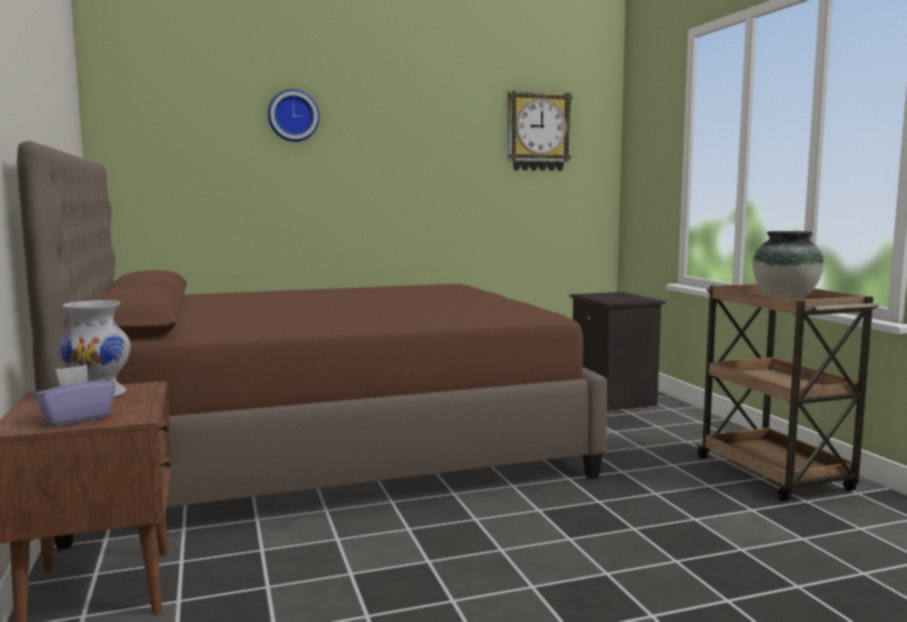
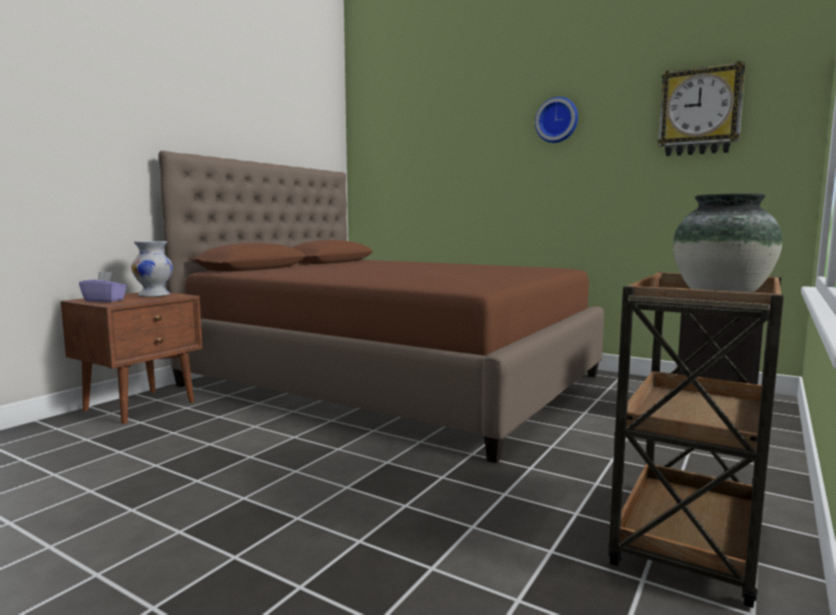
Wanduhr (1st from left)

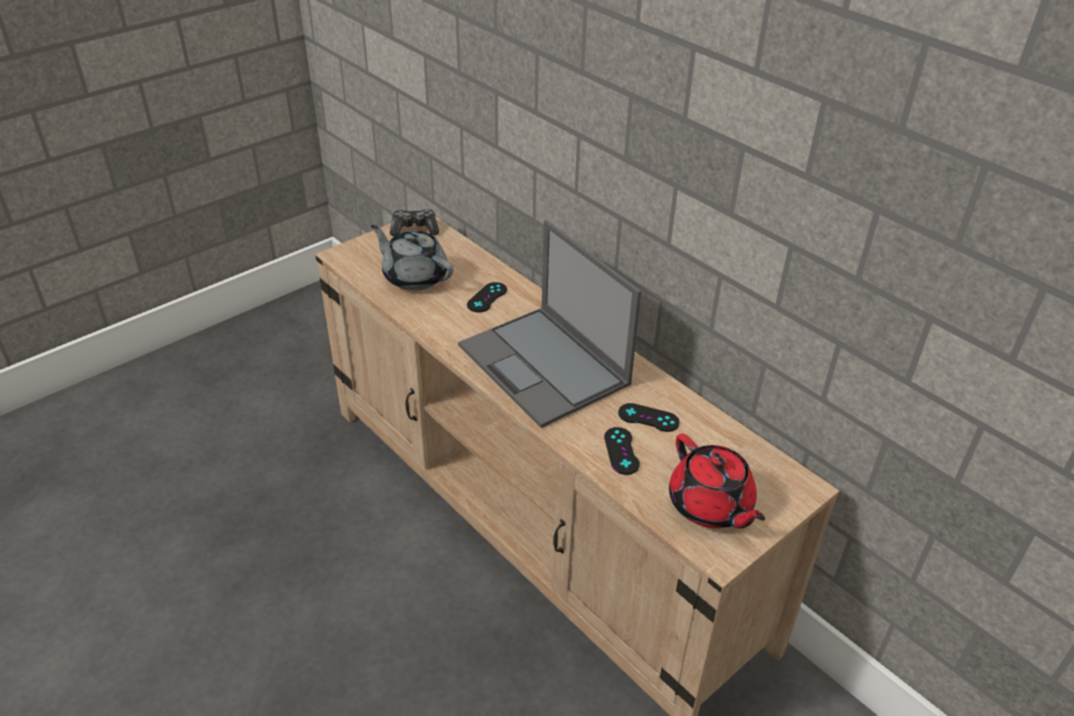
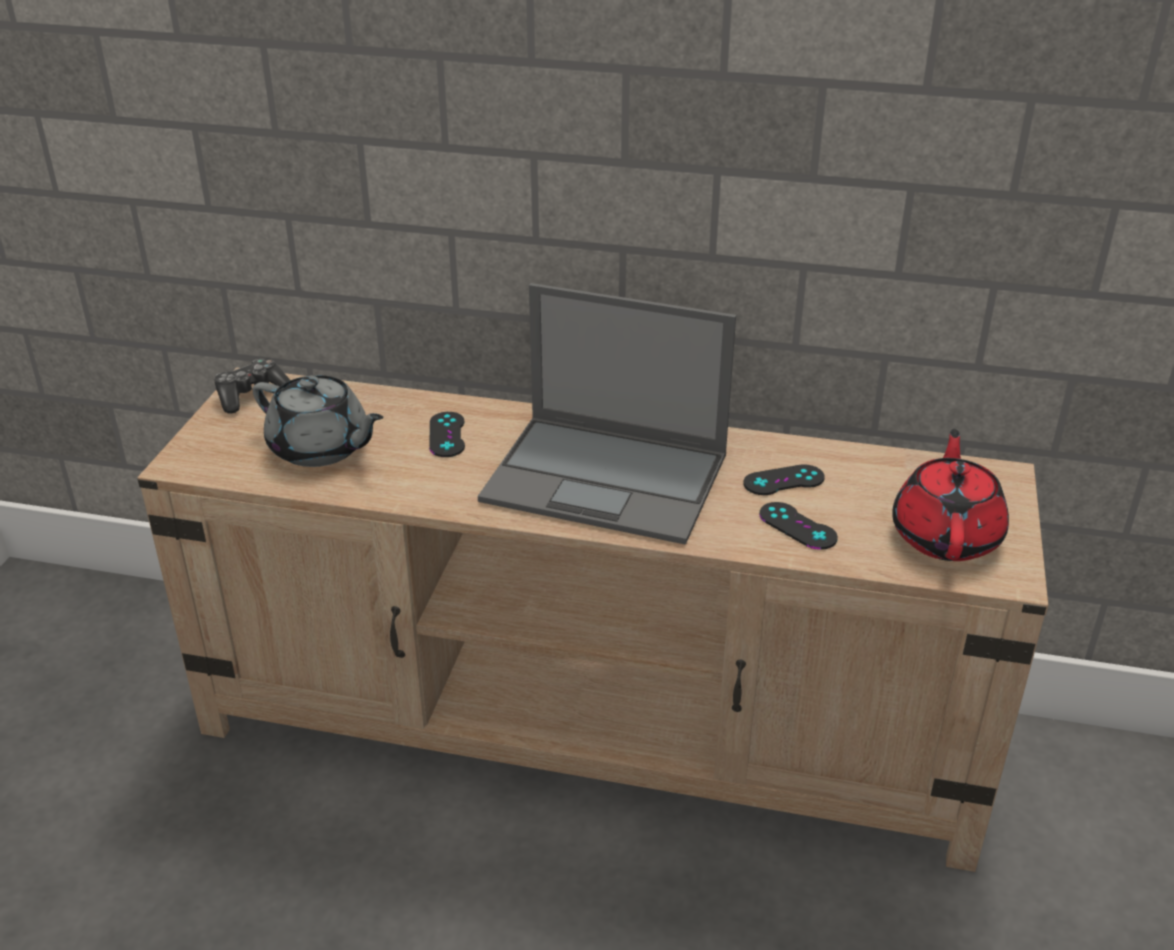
Teekanne (grau)
Teekanne (rot)

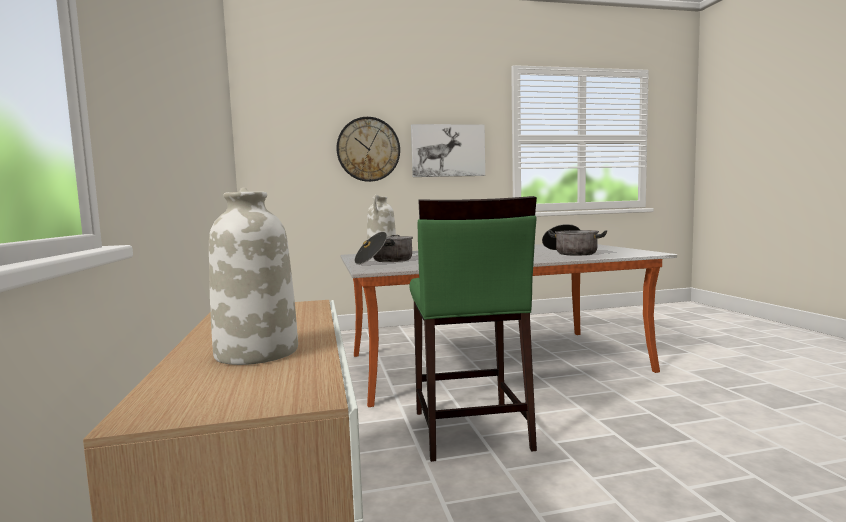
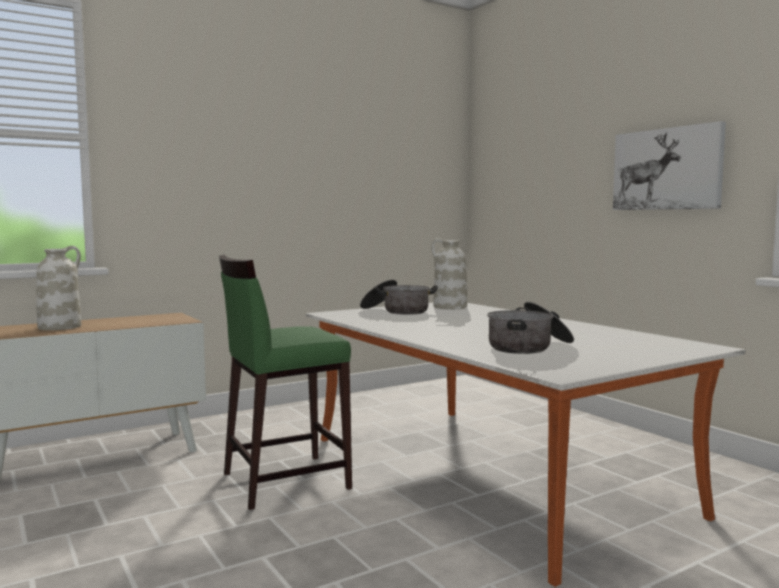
Wanduhr

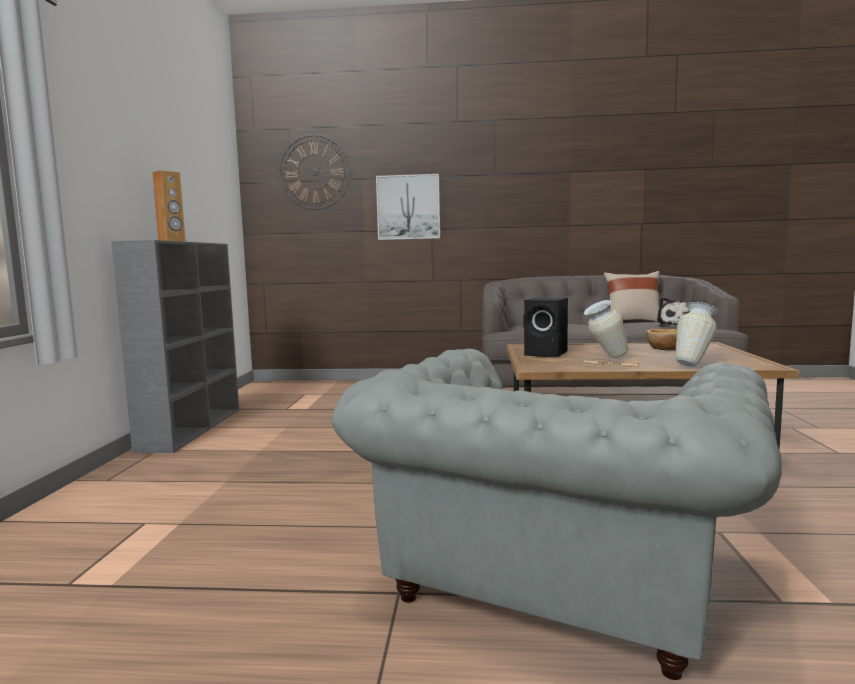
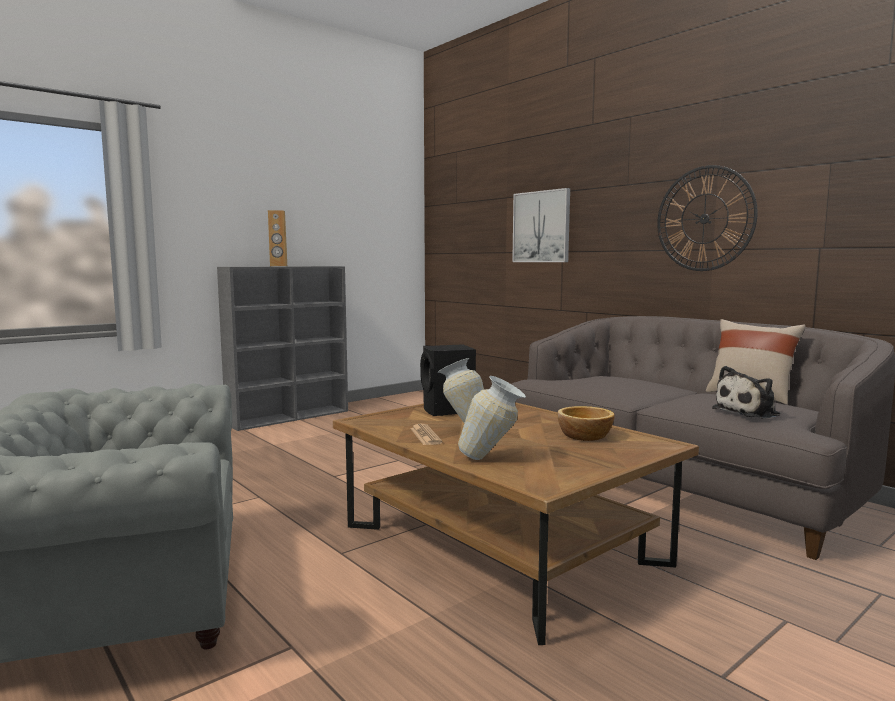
Wanduhr

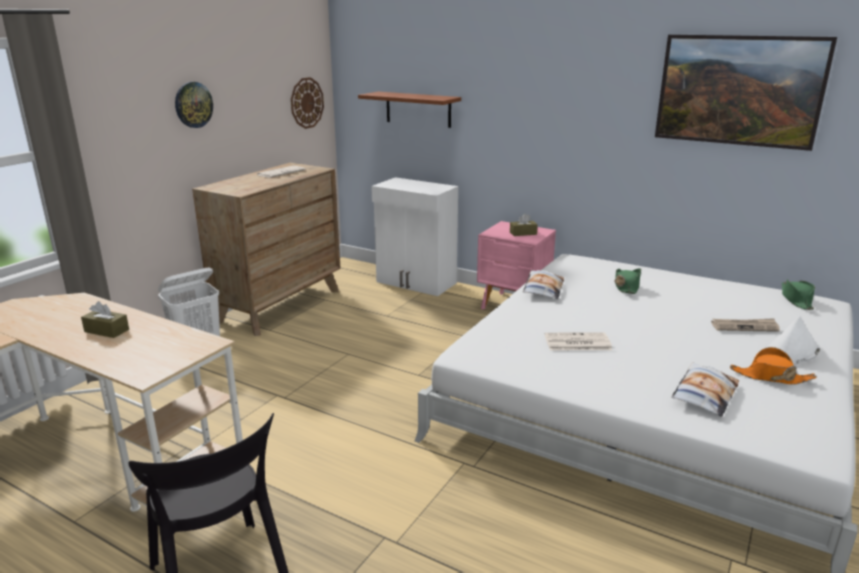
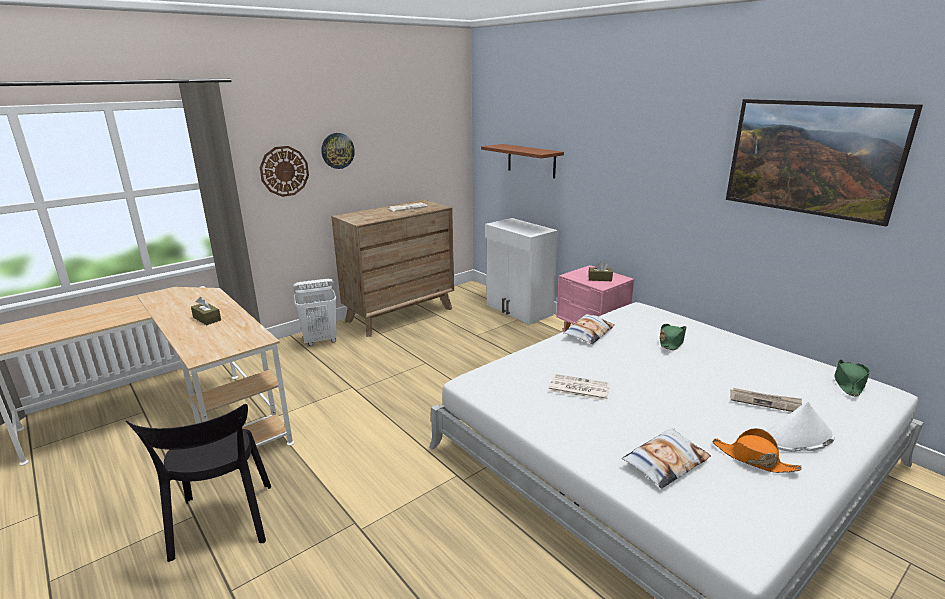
Wanduhr (1st from left)

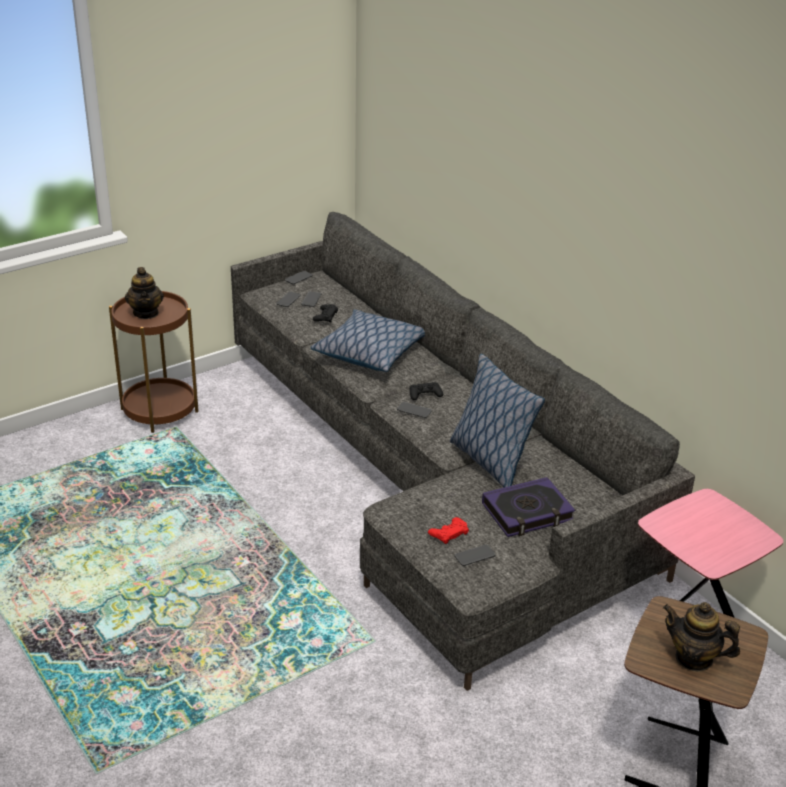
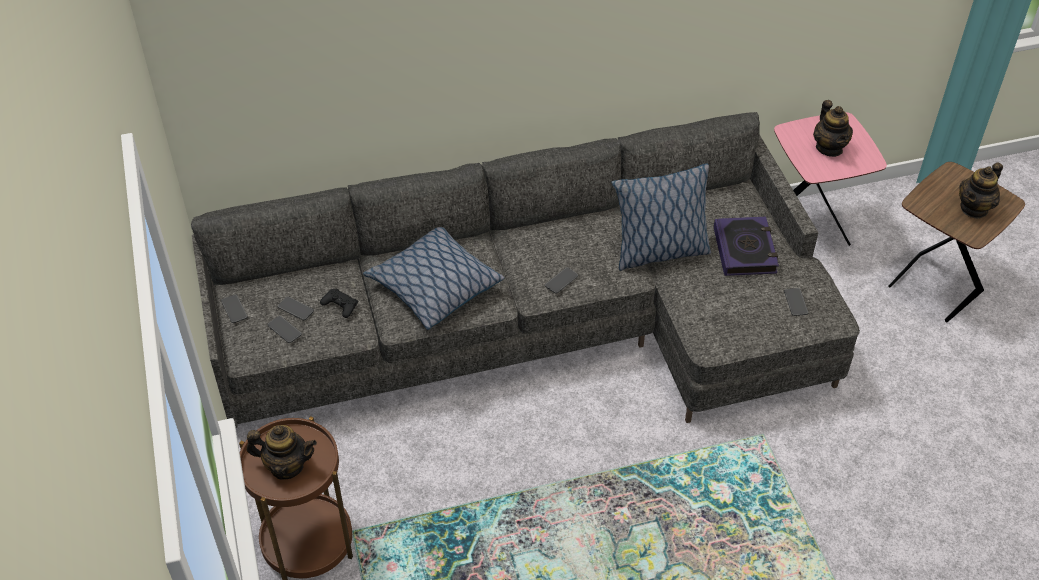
Teekanne (2nd from left)
Gamepad (schwarz) (2nd from left in the first image)
Gamepad (rot)

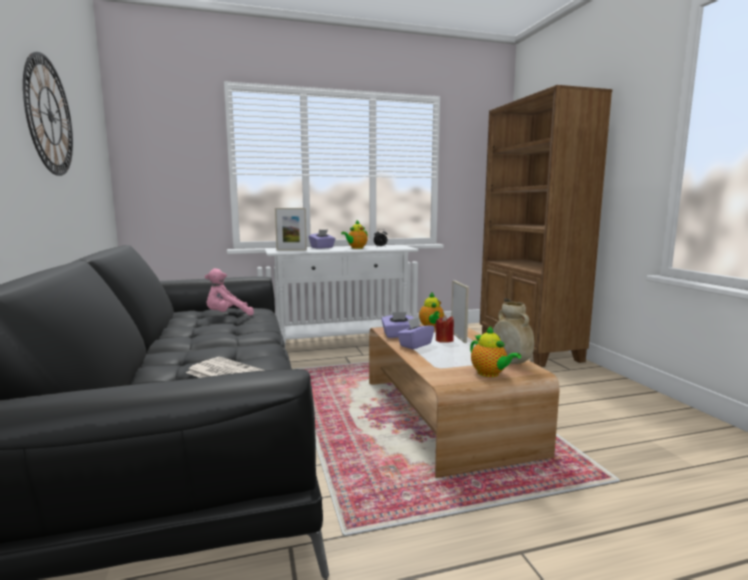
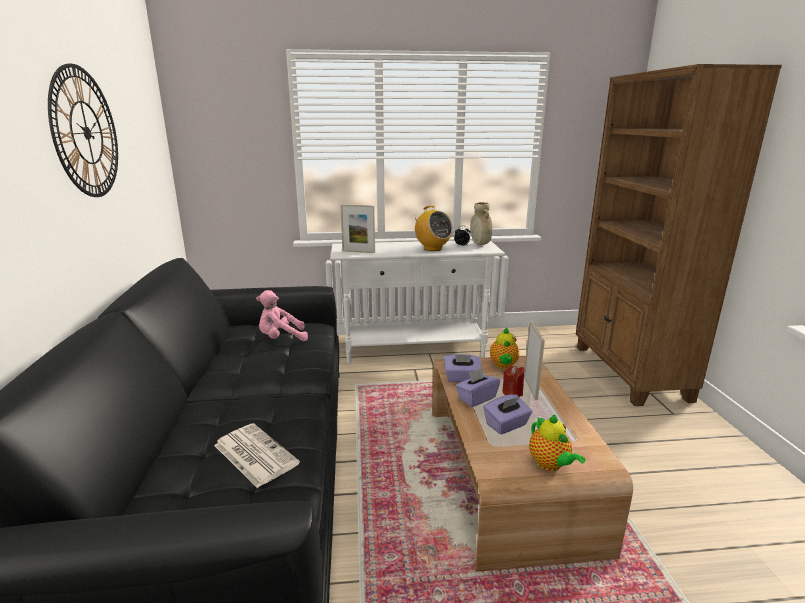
Radio
Vase (beige)
Taschentuchbox (lila) (3rd from left)

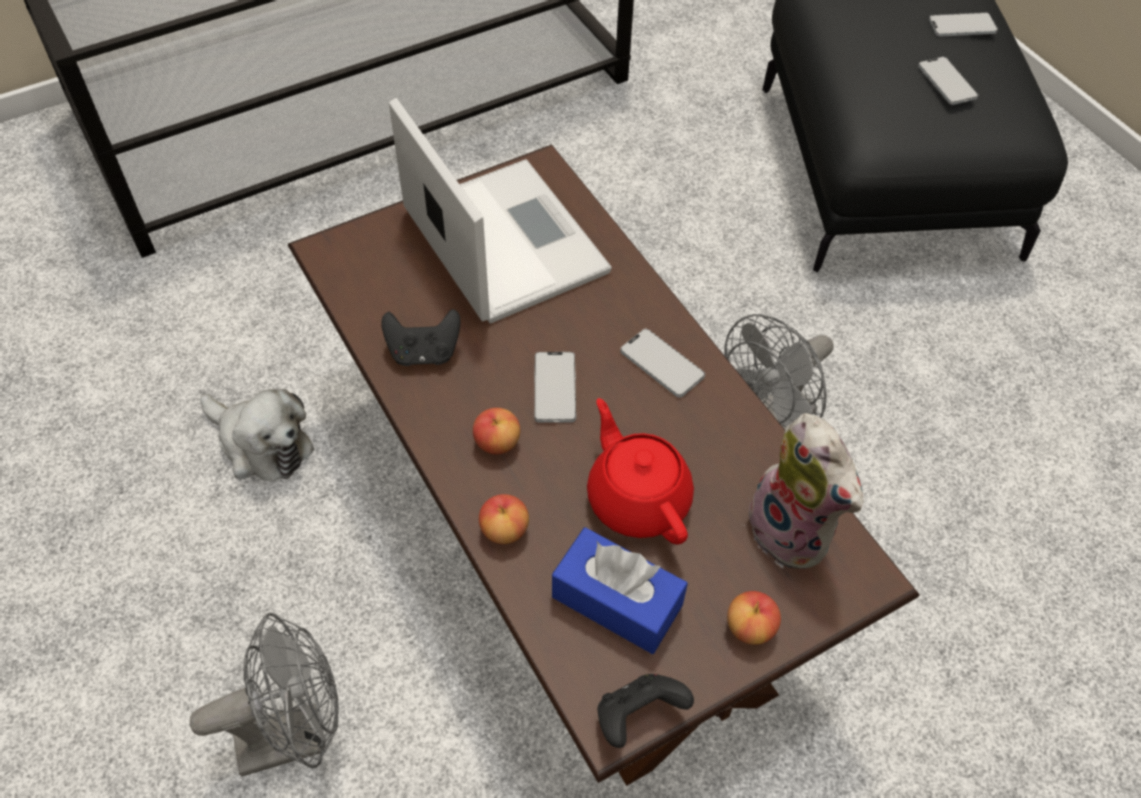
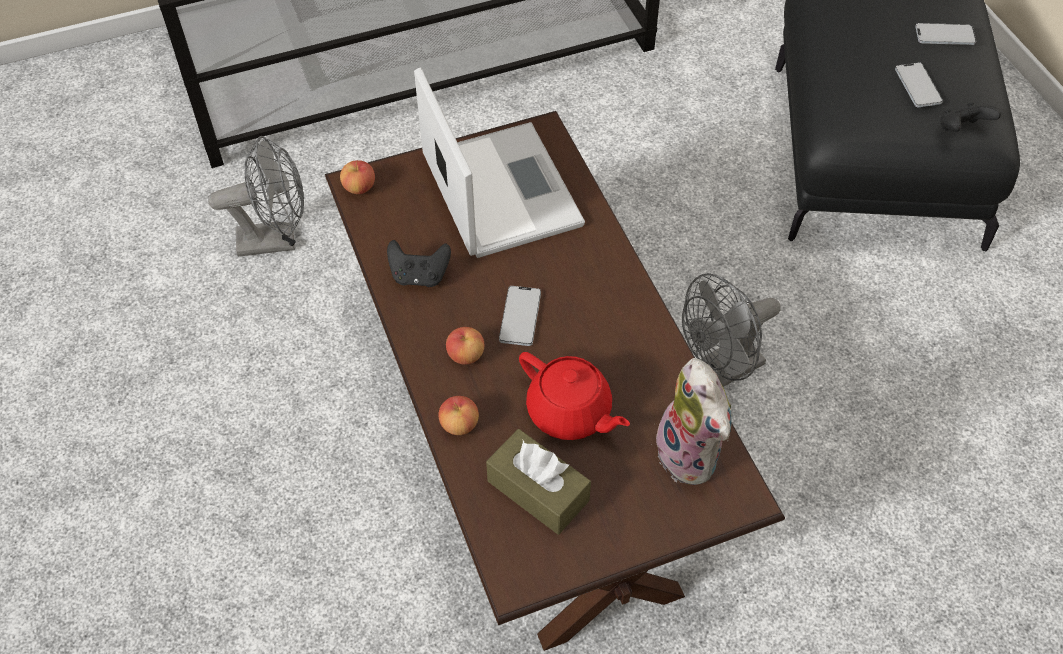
Ventilator (grau) (1st from left)
Apfel (1st from left)
Taschentuchbox (braun)
Teekanne (rot)
Gamepad (schwarz) (2nd from left)
Plüschtier (1st from left in the first image)
Handy (2nd from left in the first image)

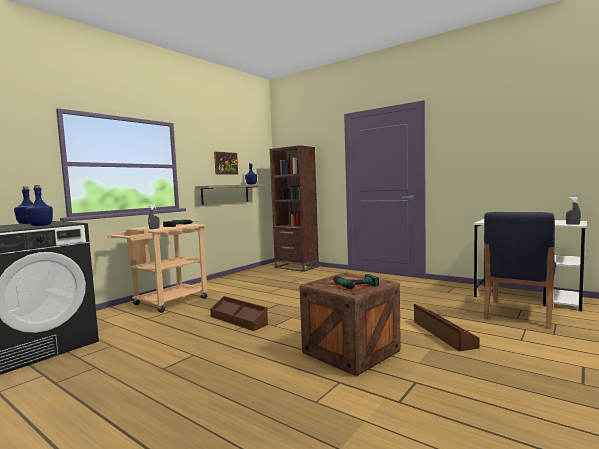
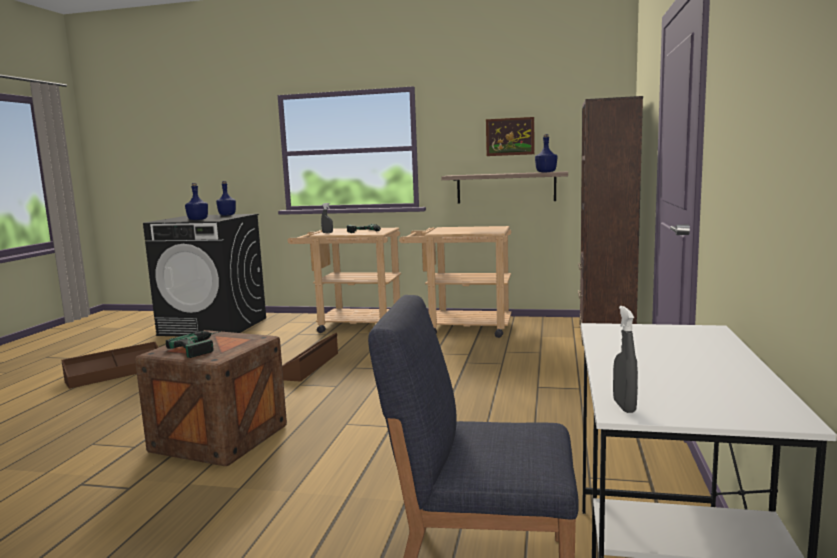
Aufbewahrungsbox (braun) (1st from left)
Rollwagen (beige) (2nd from left)

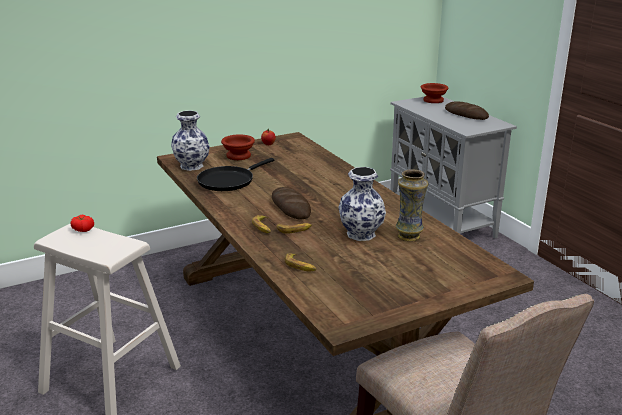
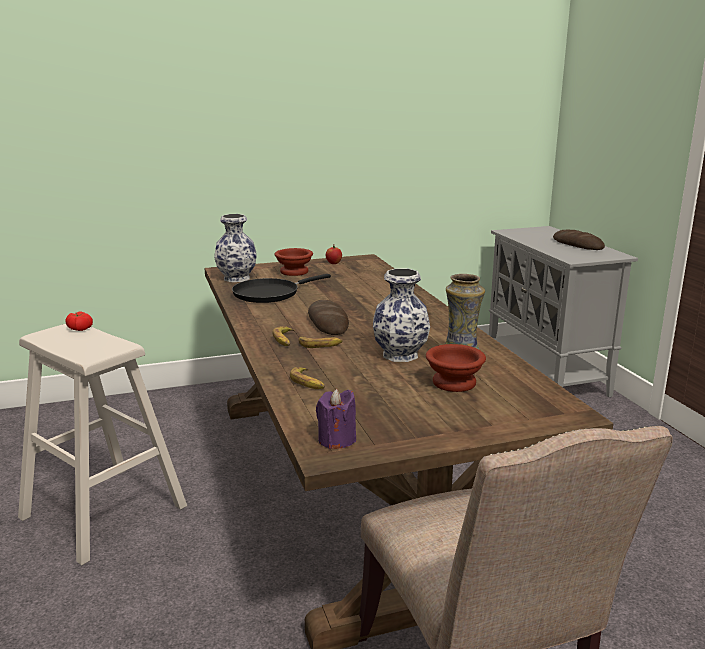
Kerze (lila)
Schüssel (braun) (2nd from left)

